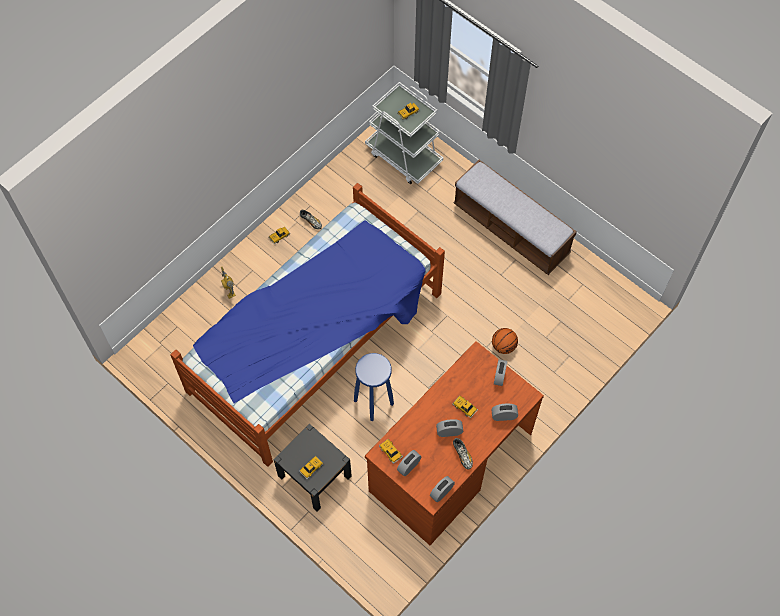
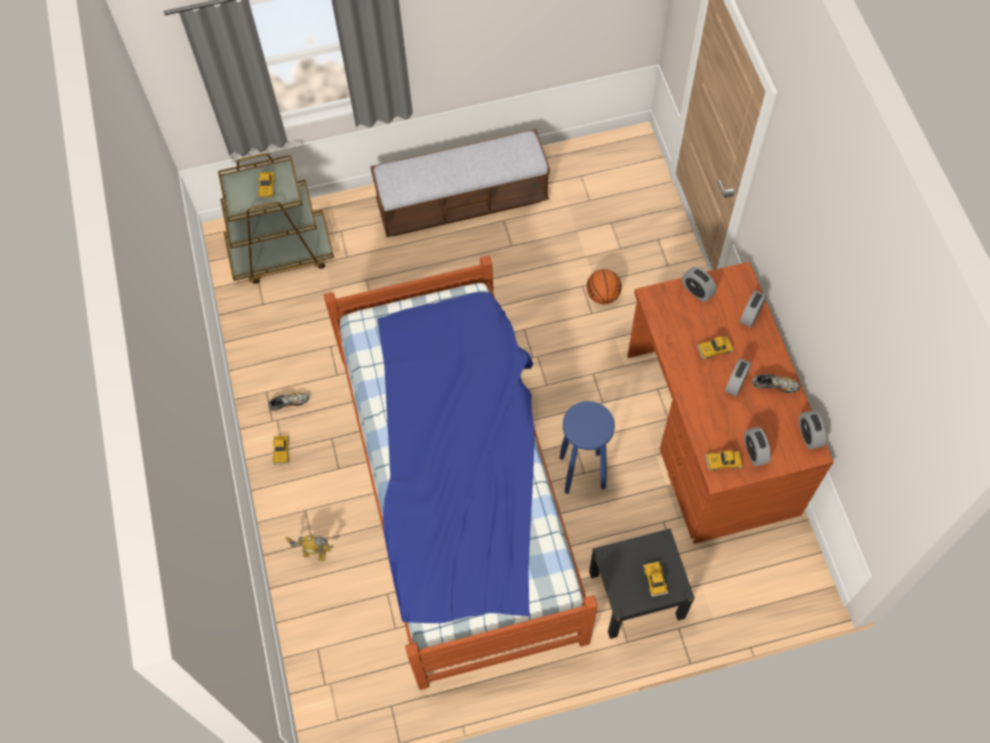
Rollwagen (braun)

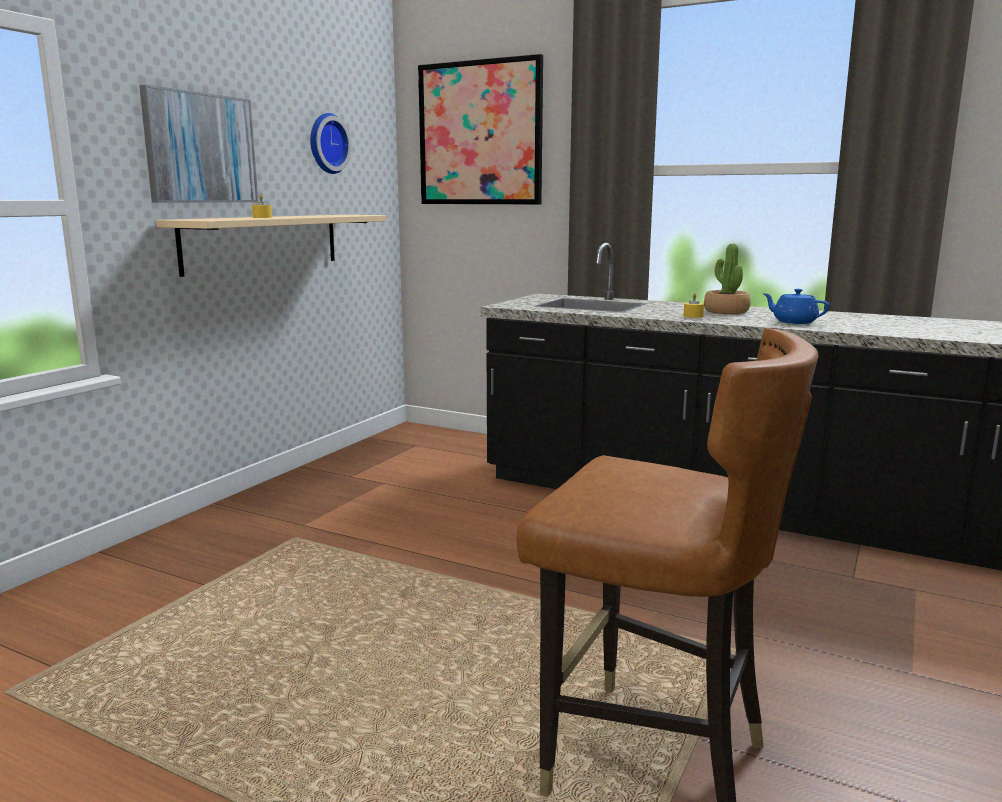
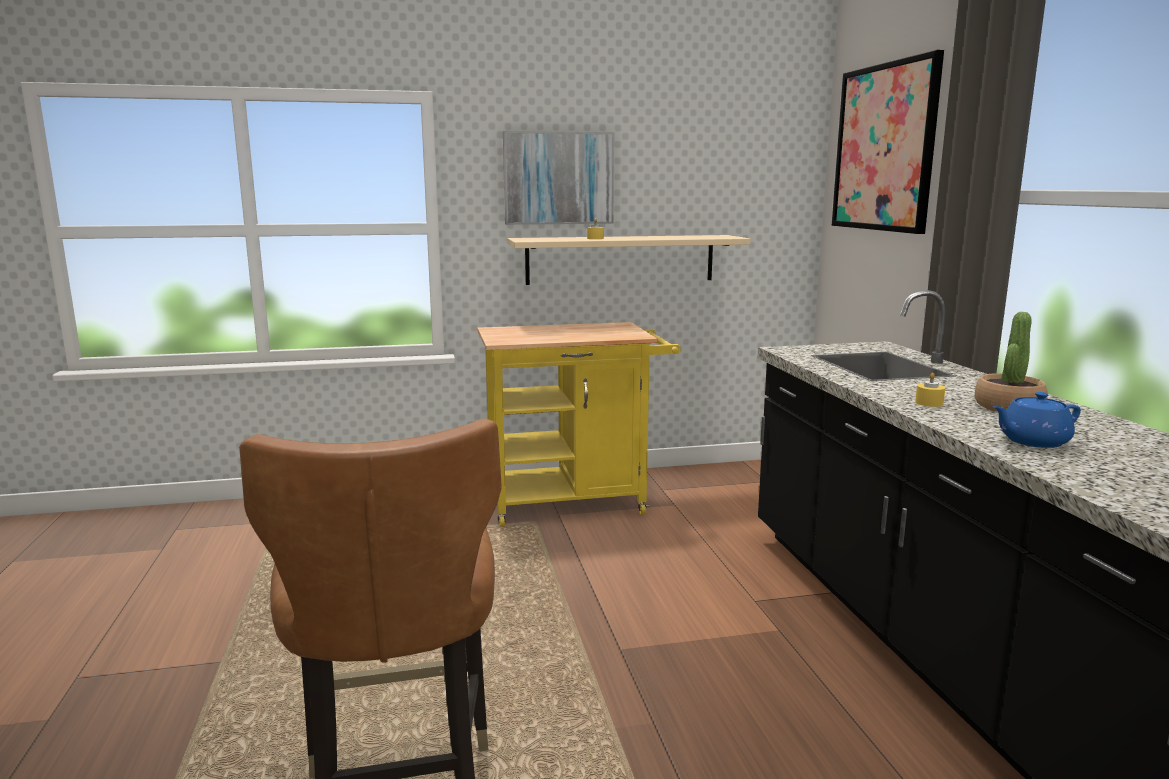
Rollwagen (gelb)
Teekanne (blau)
Wanduhr

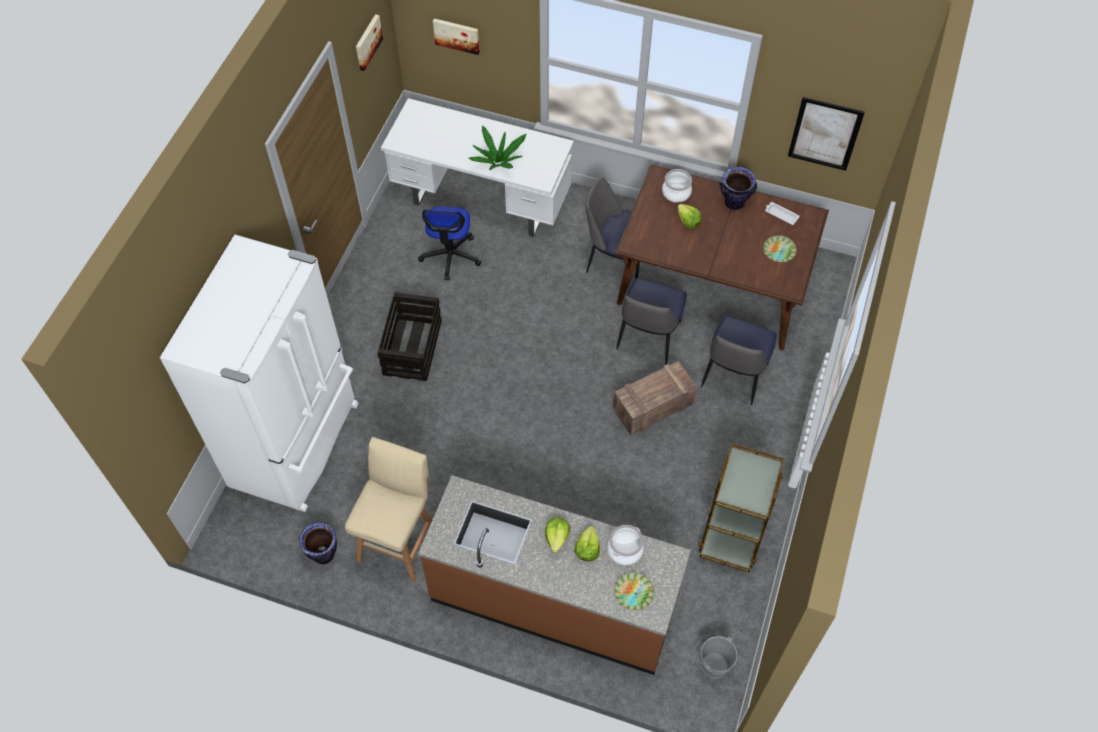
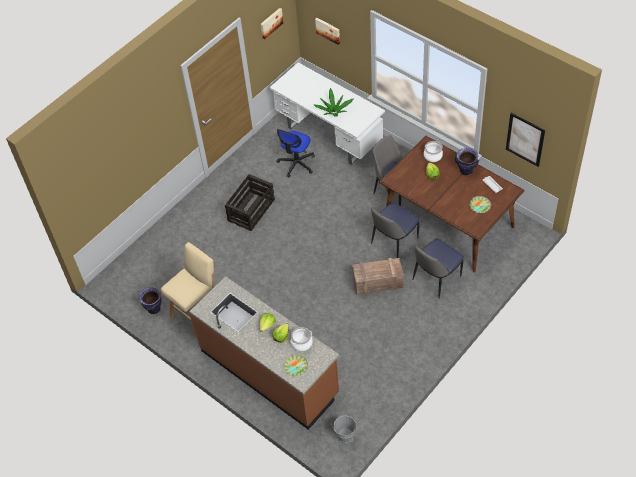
Kühlschrank (weiß)
Rollwagen (braun)

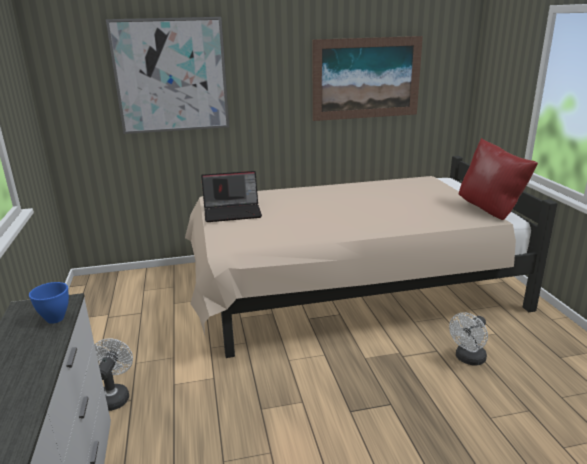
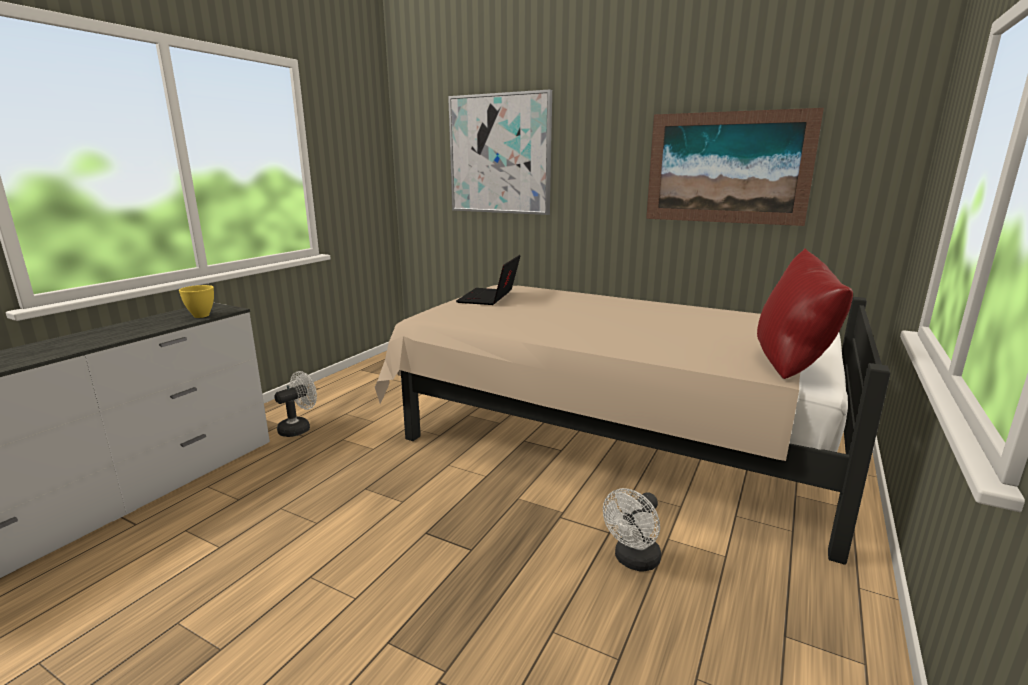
Schüssel (gelb)
Laptop
Ventilator (weiß) (2nd from left)

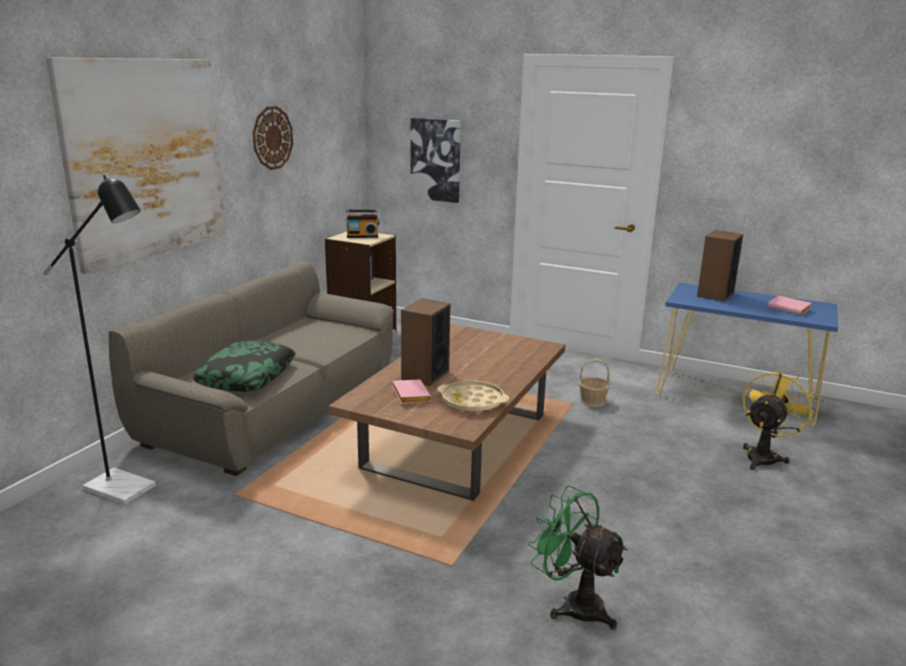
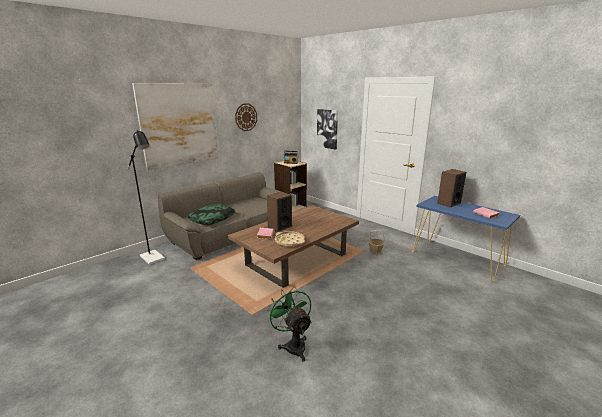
Ventilator (gelb)

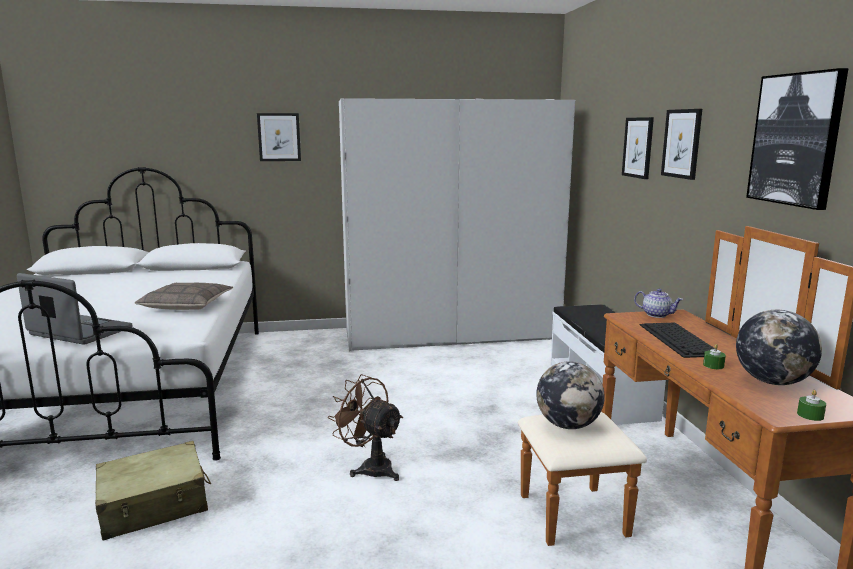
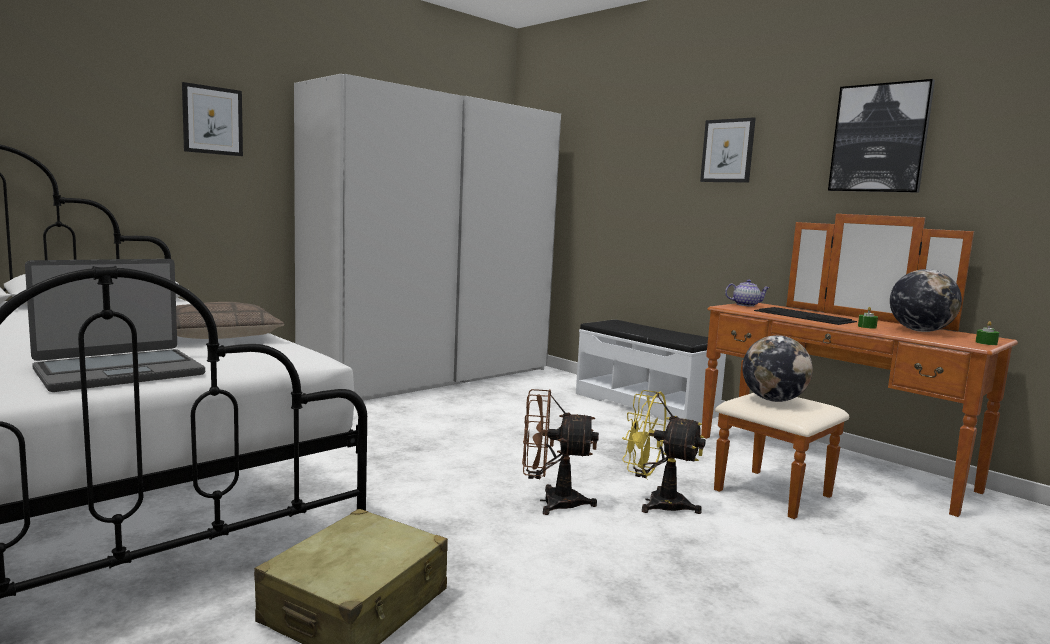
Laptop
Ventilator (gelb)
Bild (2nd from left in the first image)

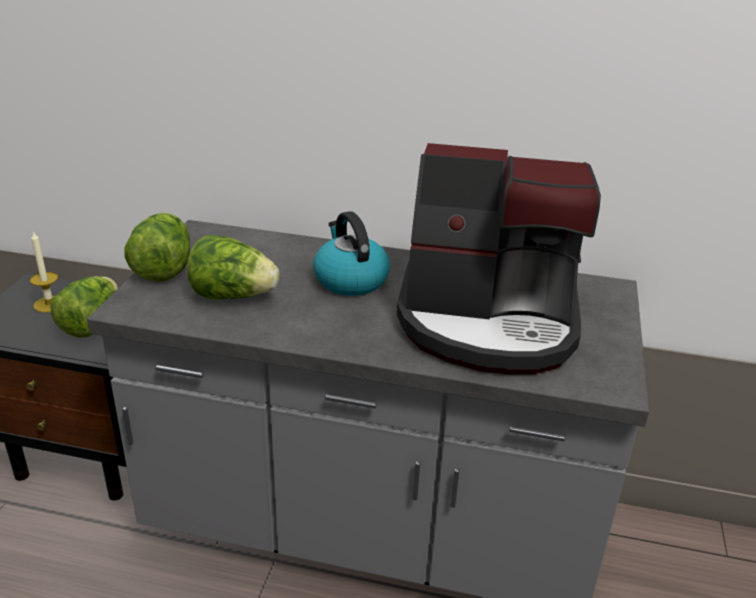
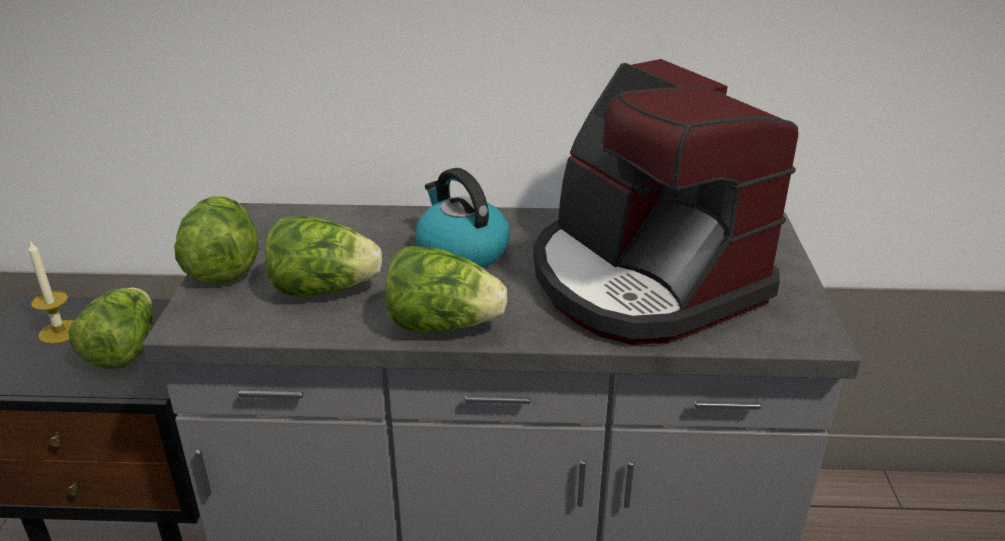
Salatkopf (4th from left)
Kaffeemaschine

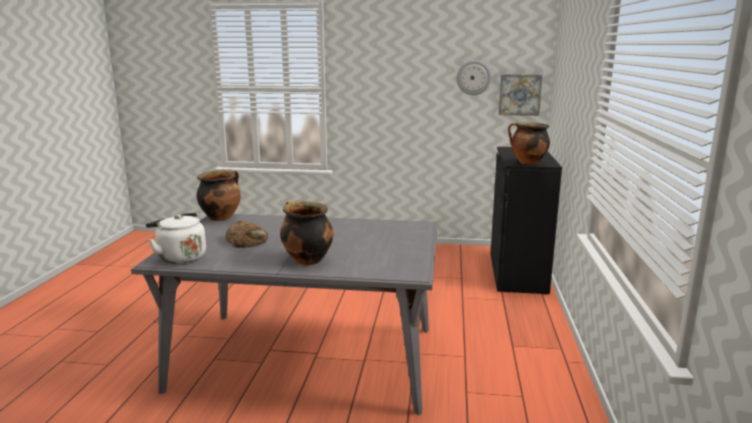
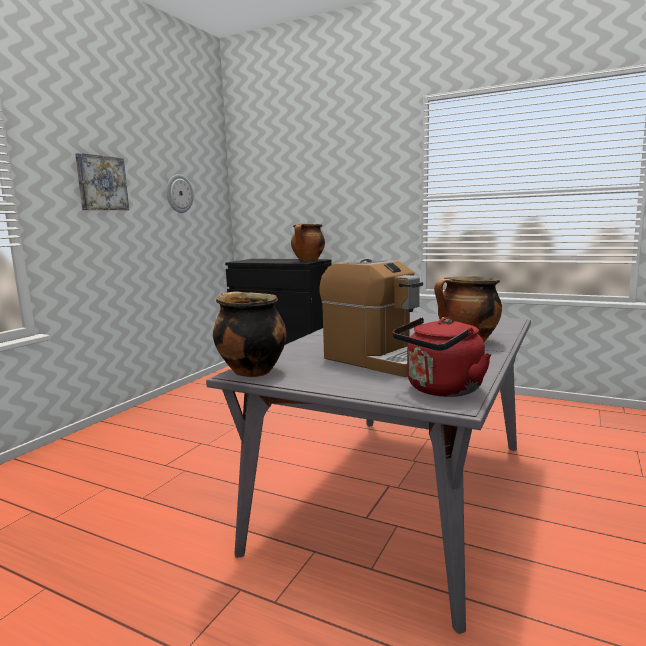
Bild
Kaffeemaschine
Wasserkessel (rot)

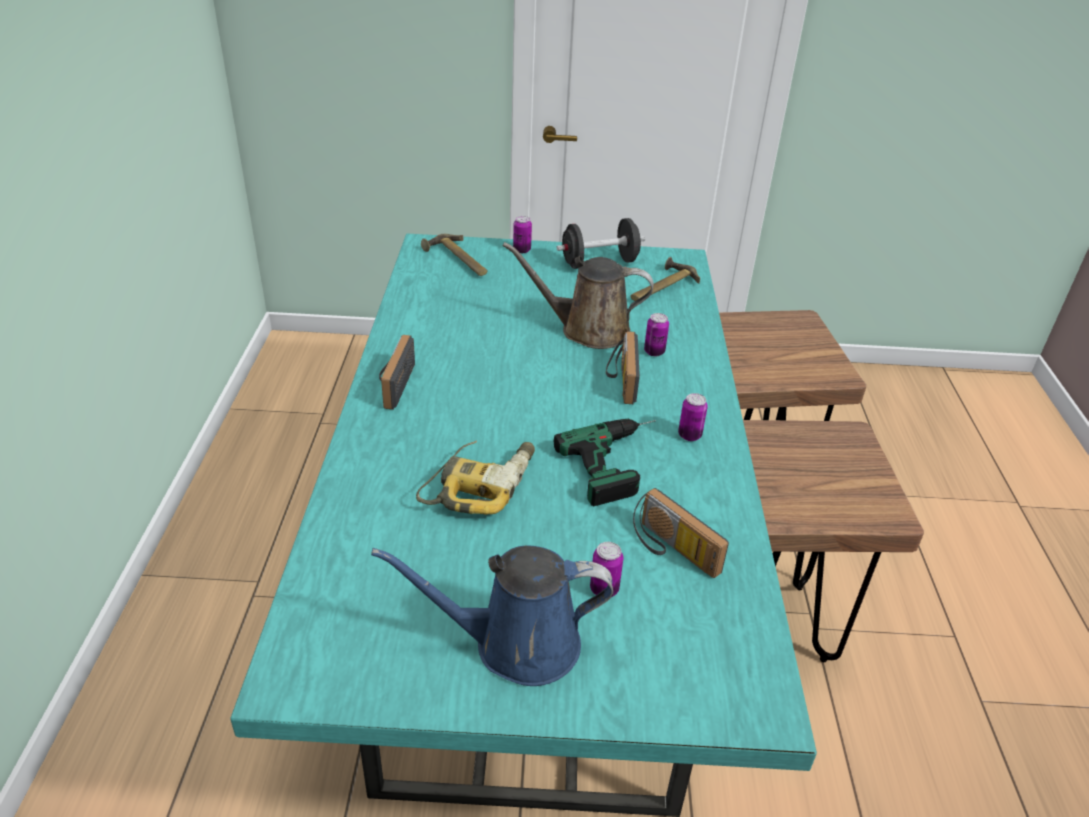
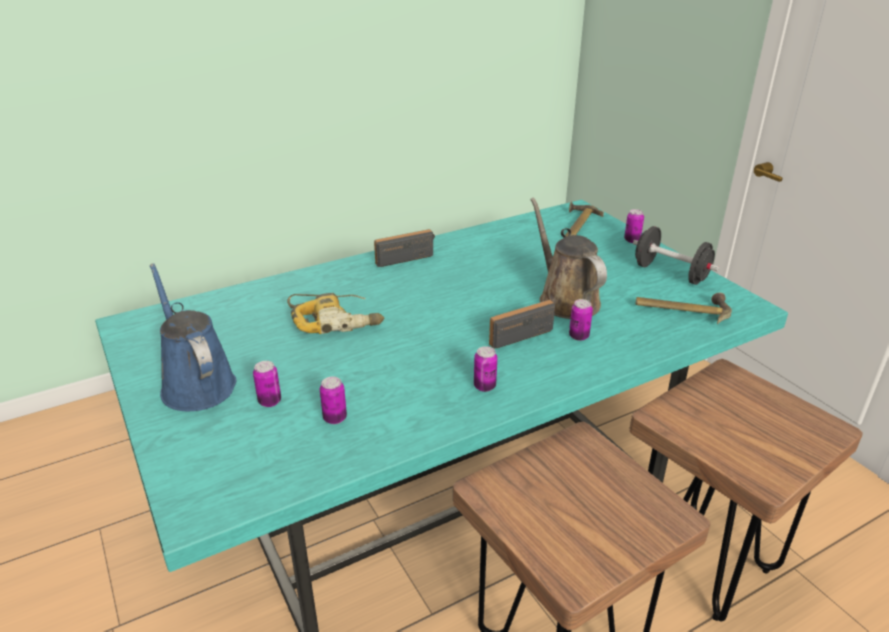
Dose (2nd from left)
Bohrmaschine (2nd from left in the first image)

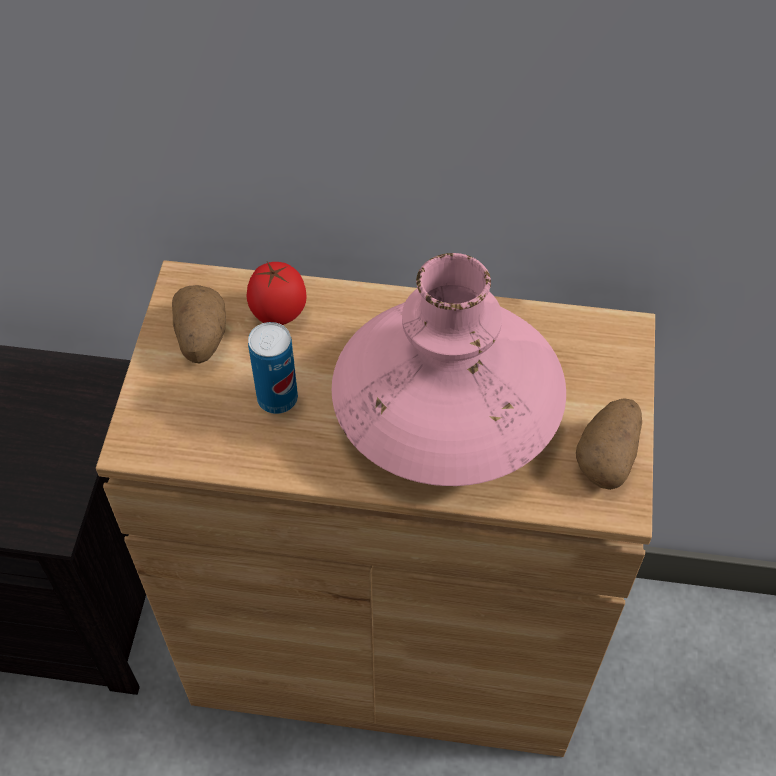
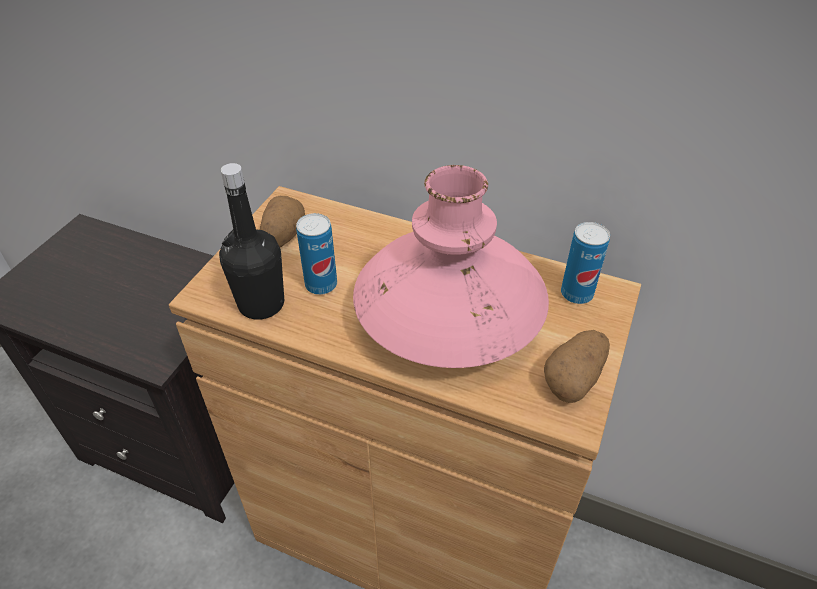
Flasche (schwarz)
Dose (2nd from left)
Tomate

